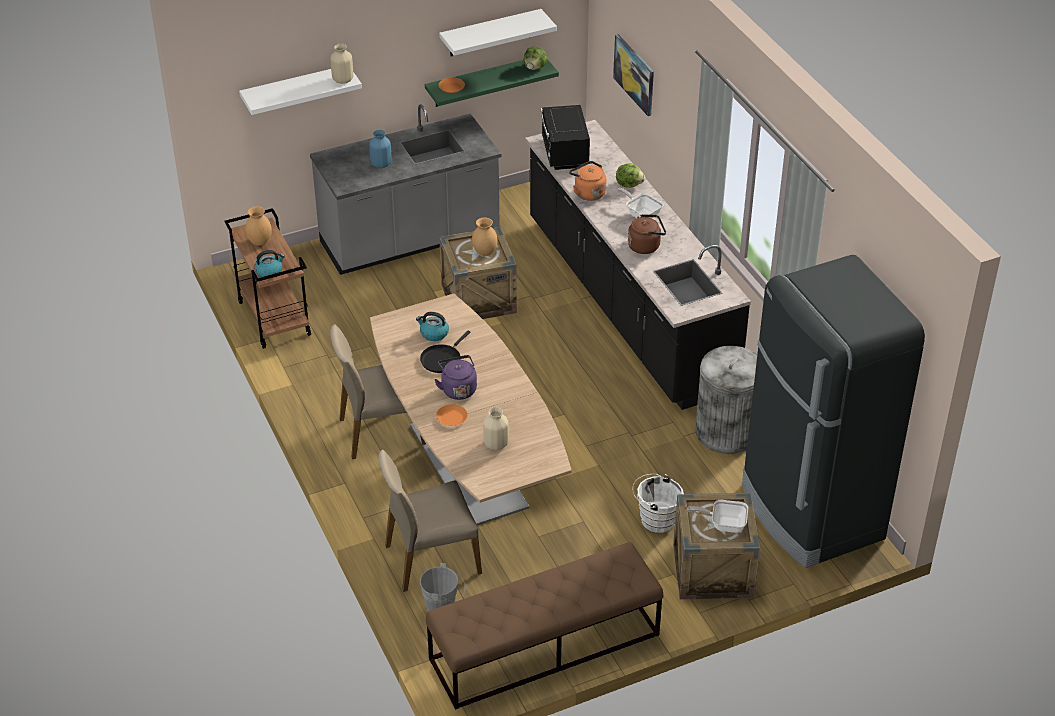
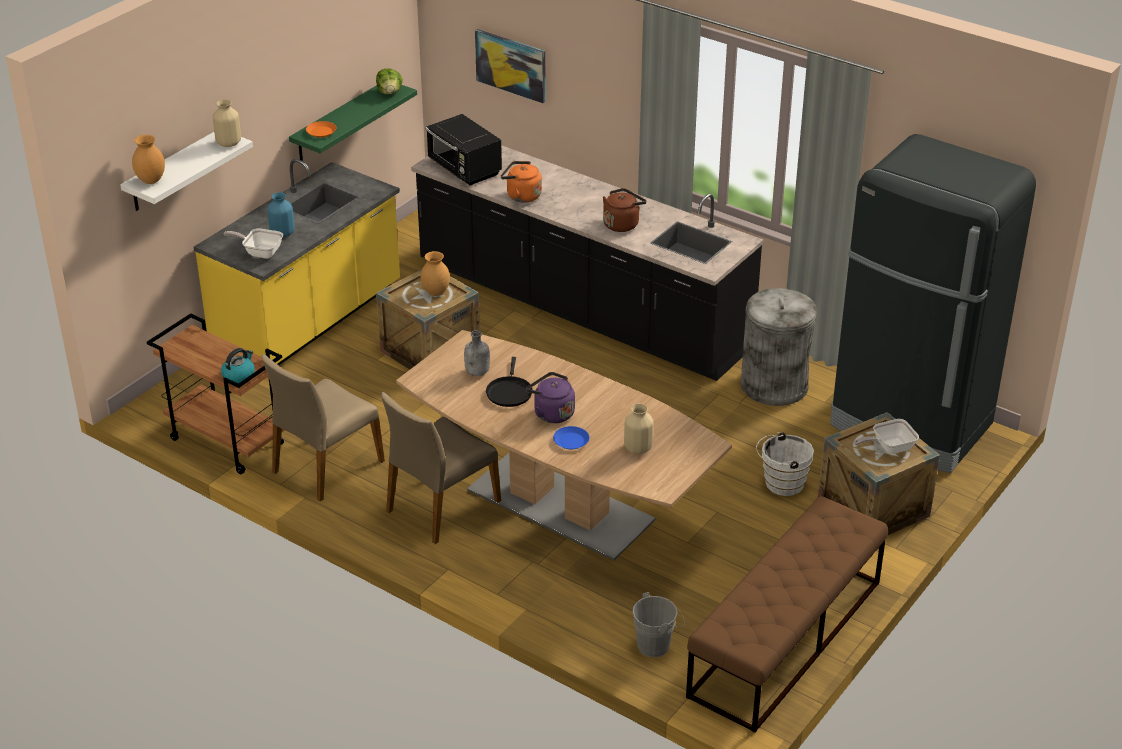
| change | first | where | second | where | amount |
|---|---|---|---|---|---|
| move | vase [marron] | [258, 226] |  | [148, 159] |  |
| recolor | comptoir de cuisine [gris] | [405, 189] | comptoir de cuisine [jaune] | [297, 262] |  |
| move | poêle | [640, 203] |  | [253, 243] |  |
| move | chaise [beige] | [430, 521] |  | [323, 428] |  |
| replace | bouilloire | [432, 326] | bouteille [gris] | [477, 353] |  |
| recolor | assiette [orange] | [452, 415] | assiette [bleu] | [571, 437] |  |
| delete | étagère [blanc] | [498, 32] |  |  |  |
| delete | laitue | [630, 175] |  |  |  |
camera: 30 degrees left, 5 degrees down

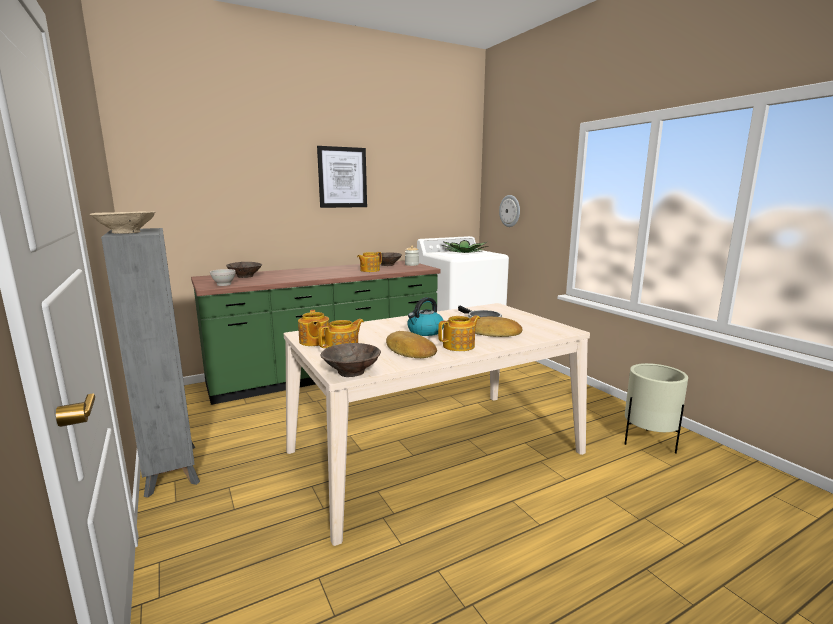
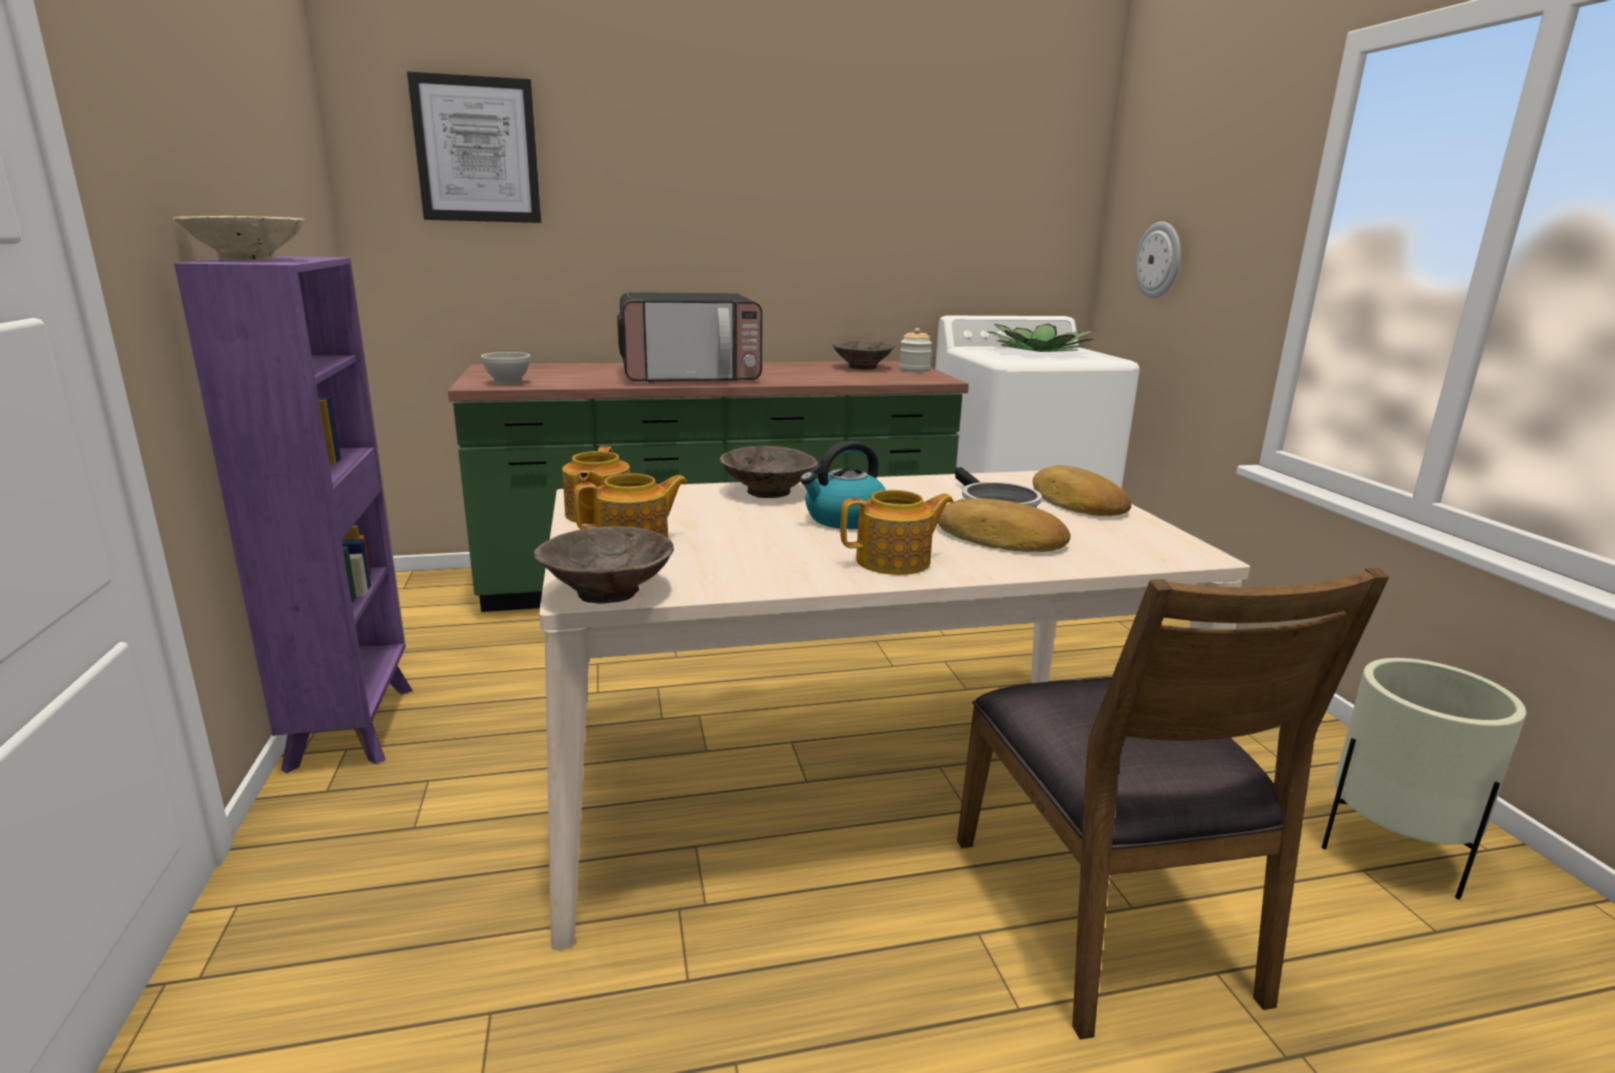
| change | first | where | second | where | amount |
|---|---|---|---|---|---|
| recolor | bibliothèque [gris] | [150, 363] | bibliothèque [violet] | [293, 514] |  |
| move | tableau | [342, 177] |  | [474, 147] |  |
| insert |  |  | micro-ondes | [690, 337] |  |
| move | bol [marron] | [244, 270] |  | [769, 472] |  |
| insert |  |  | chaise [marron] | [1173, 803] |  |
| move | pain | [411, 344] |  | [1082, 490] |  |
| delete | théière | [369, 262] |  |  |  |
camera: 15 degrees right, 5 degrees up

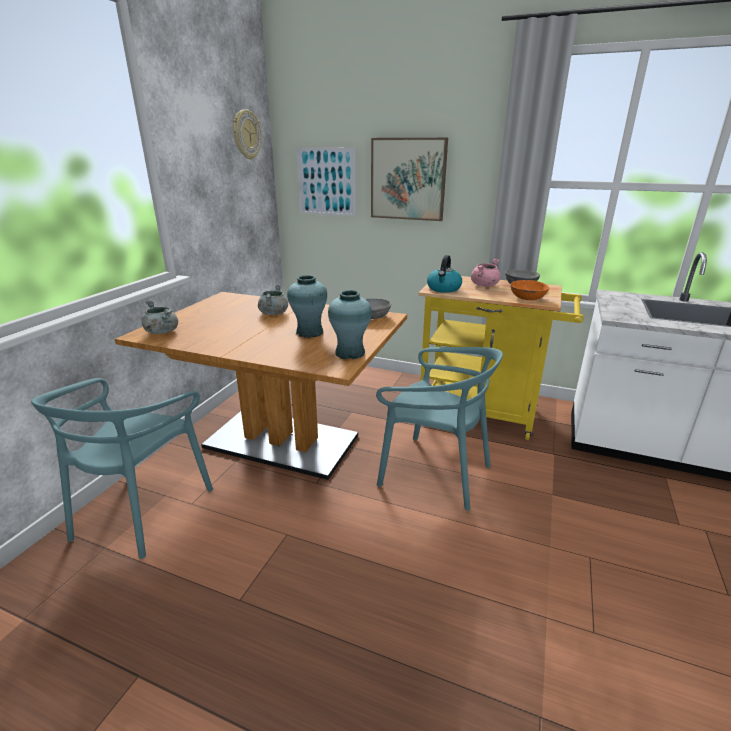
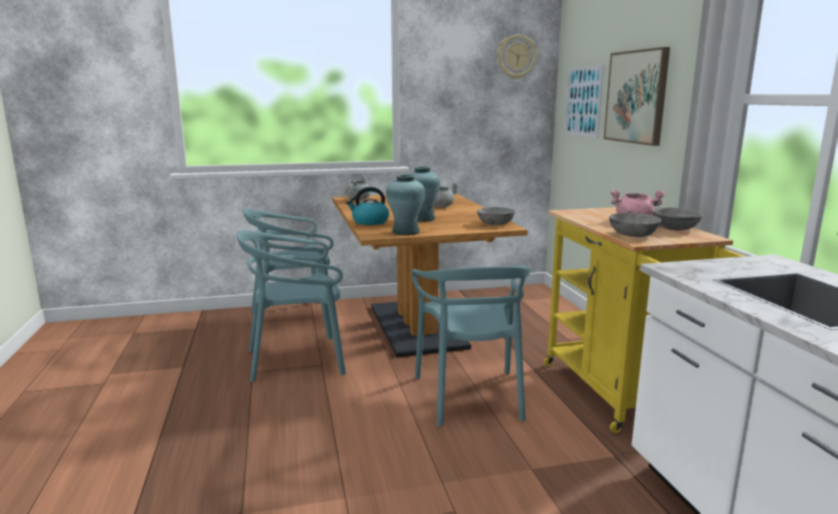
| change | first | where | second | where | amount |
|---|---|---|---|---|---|
| insert |  |  | chaise [turquoise] | [291, 306] |  |
| move | bouilloire | [444, 274] |  | [367, 206] |  |
| recolor | bol [orange] | [530, 290] | bol [gris] | [635, 225] |  |
camera: 55 degrees right, 10 degrees down

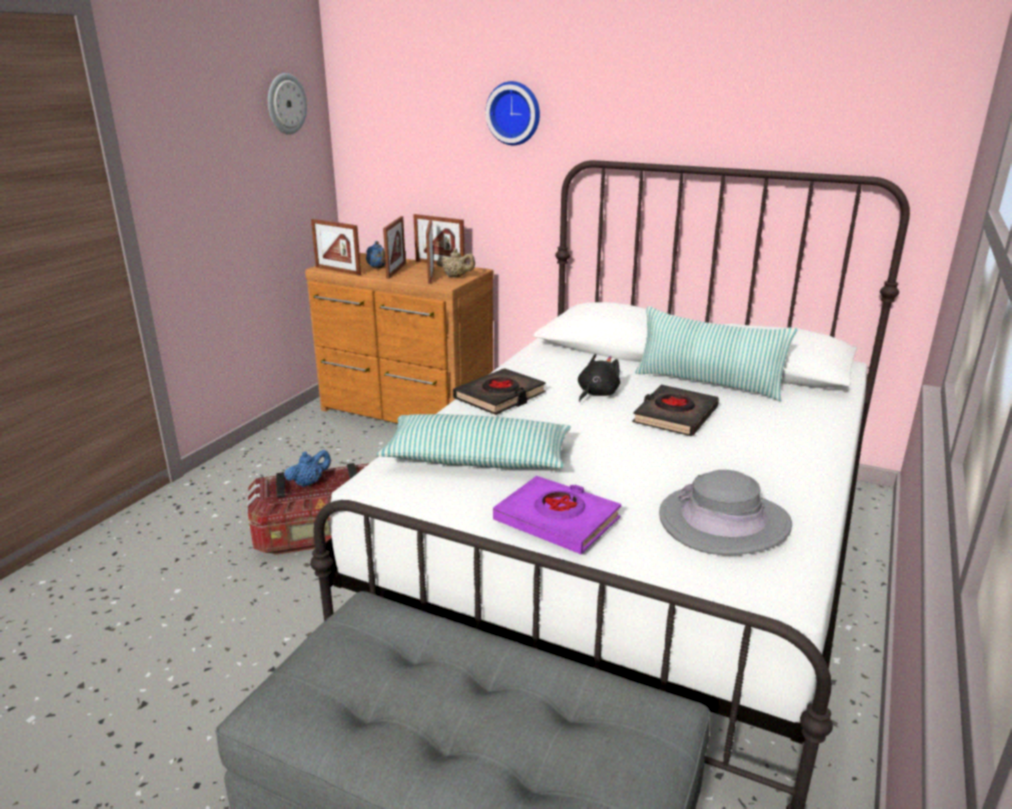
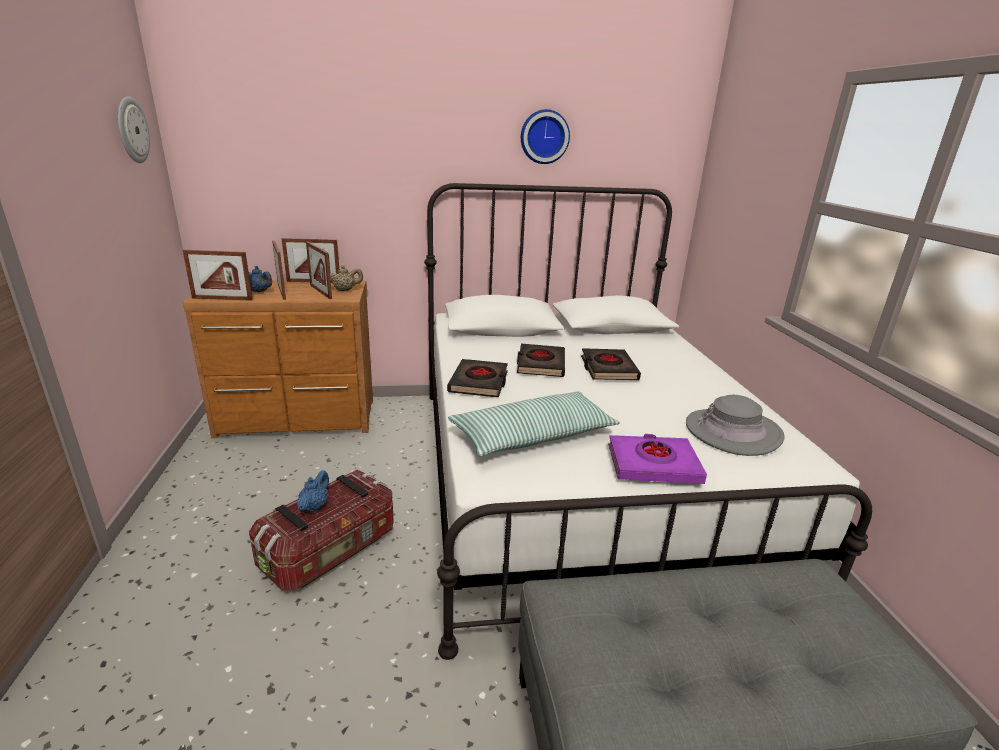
| change | first | where | second | where | amount |
|---|---|---|---|---|---|
| replace | peluche [noir] | [599, 378] | livre [noir] | [541, 360] |  |
| move | horloge murale | [512, 113] |  | [545, 136] |  |
| delete | coussin | [716, 353] |  |  |  |
camera: 35 degrees left, 0 degrees up

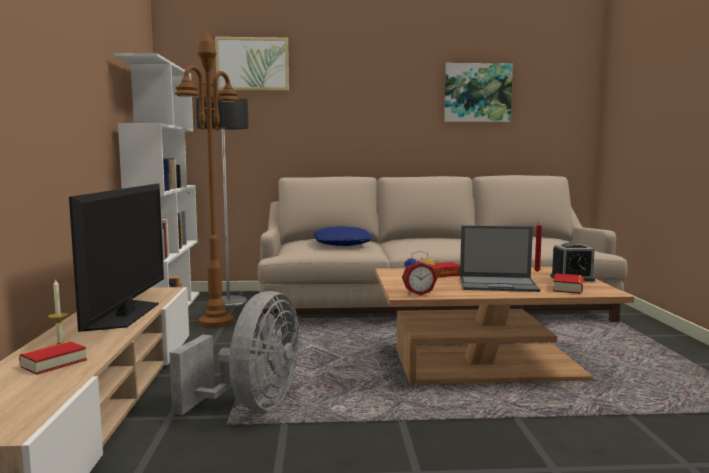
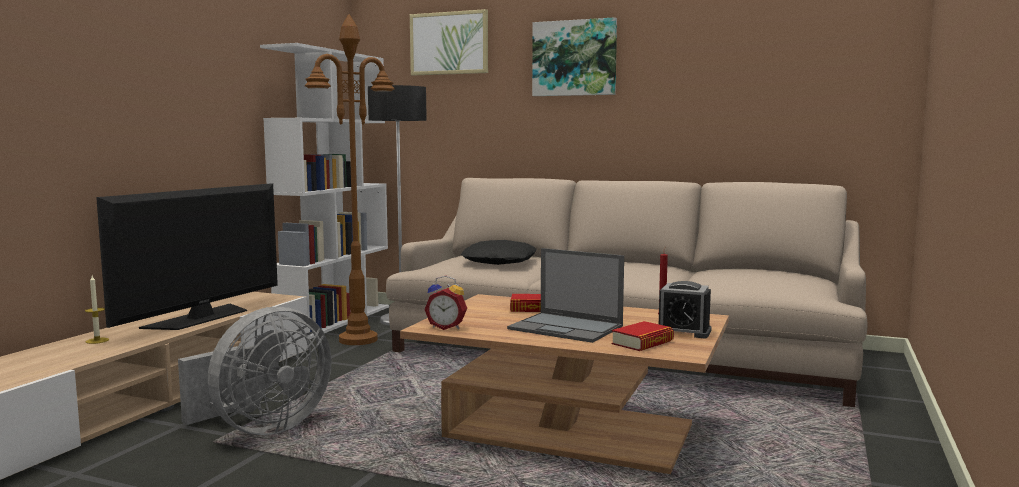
| change | first | where | second | where | amount |
|---|---|---|---|---|---|
| recolor | coussin [bleu] | [342, 236] | coussin [noir] | [499, 252] |  |
| move | tableau | [478, 92] |  | [574, 56] |  |
| delete | livre | [53, 358] |  |  |  |
camera: 25 degrees right, 0 degrees up

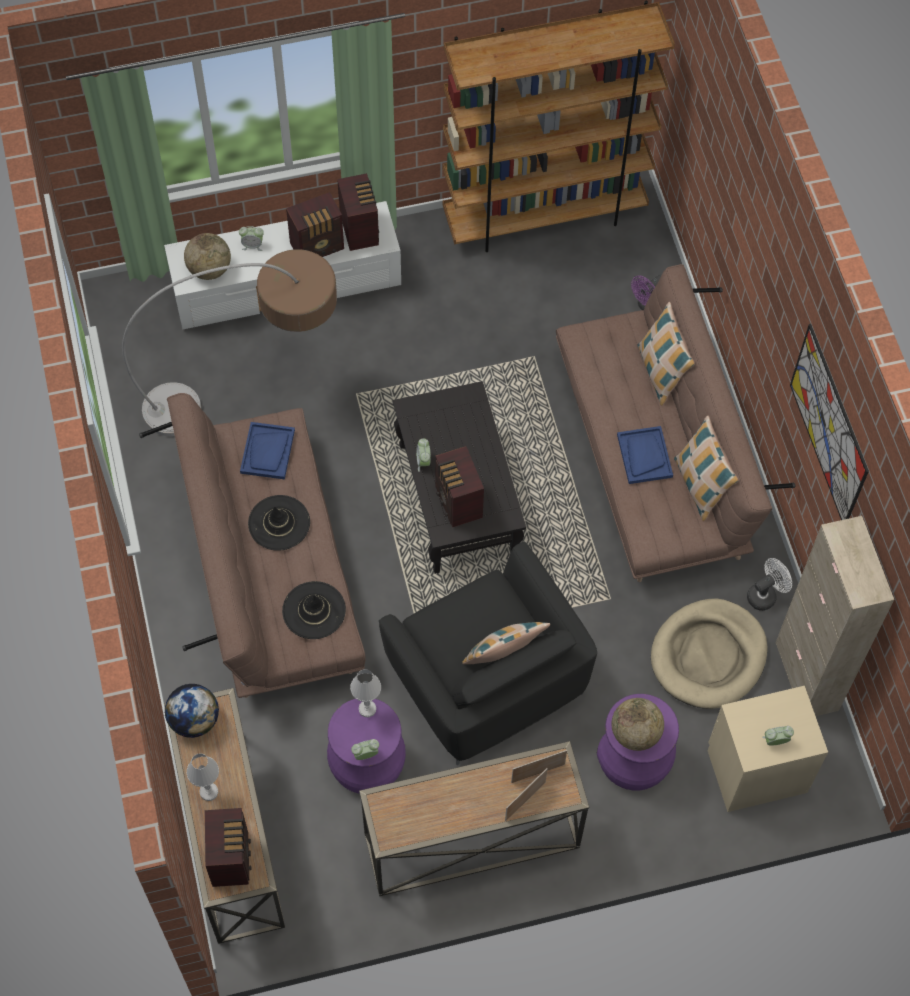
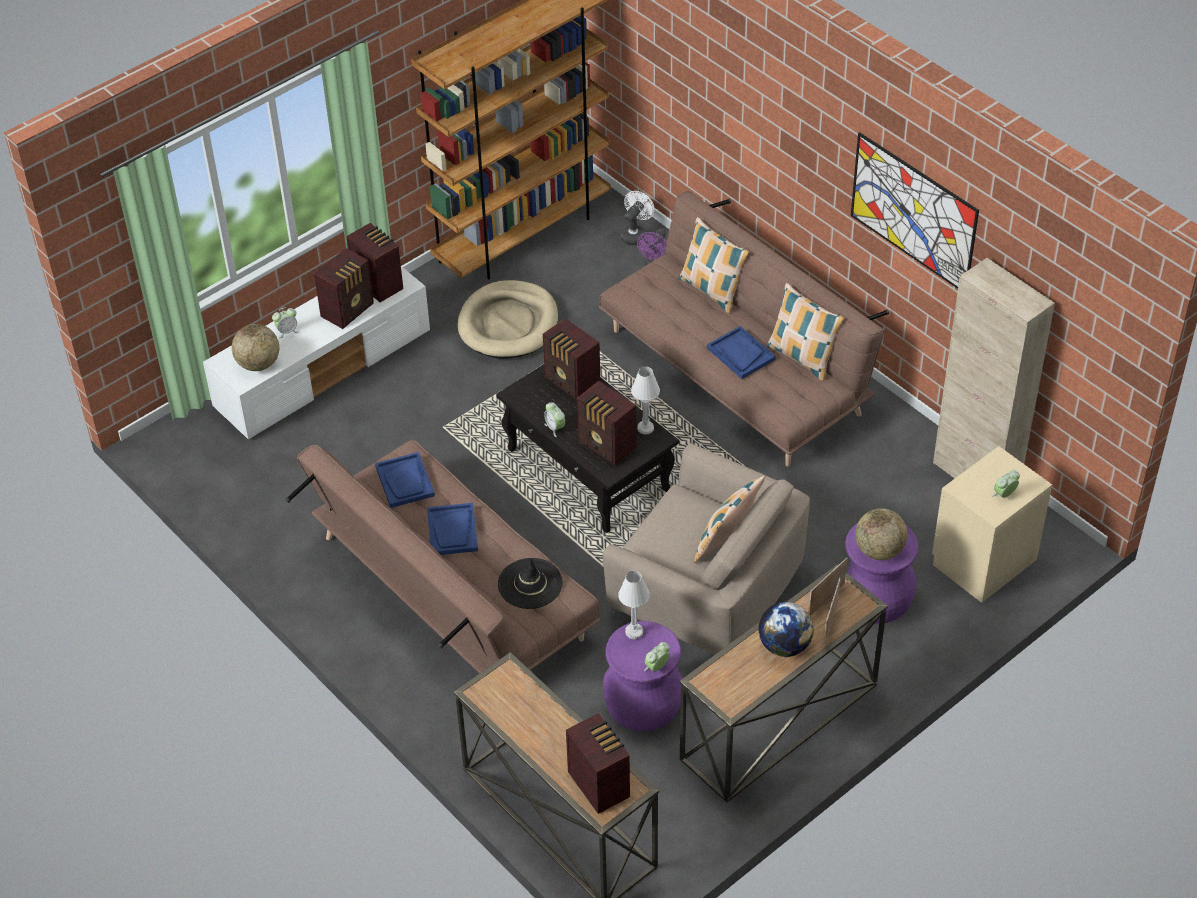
| change | first | where | second | where | amount |
|---|---|---|---|---|---|
| replace | chapeau [noir] | [279, 523] | plateau [bleu] | [452, 529] |  |
| move | panier pour chien [beige] | [709, 654] |  | [507, 319] |  |
| insert |  |  | radio | [571, 359] |  |
| recolor | fauteuil [noir] | [488, 653] | fauteuil [beige] | [706, 549] |  |
| move | ventilateur [blanc] | [769, 584] |  | [637, 218] |  |
| move | lampe de table [blanc] | [203, 777] |  | [645, 401] |  |
| move | globe | [192, 711] |  | [786, 629] |  |
| delete | lampadaire | [229, 342] |  |  |  |
camera: 25 degrees left, 15 degrees down

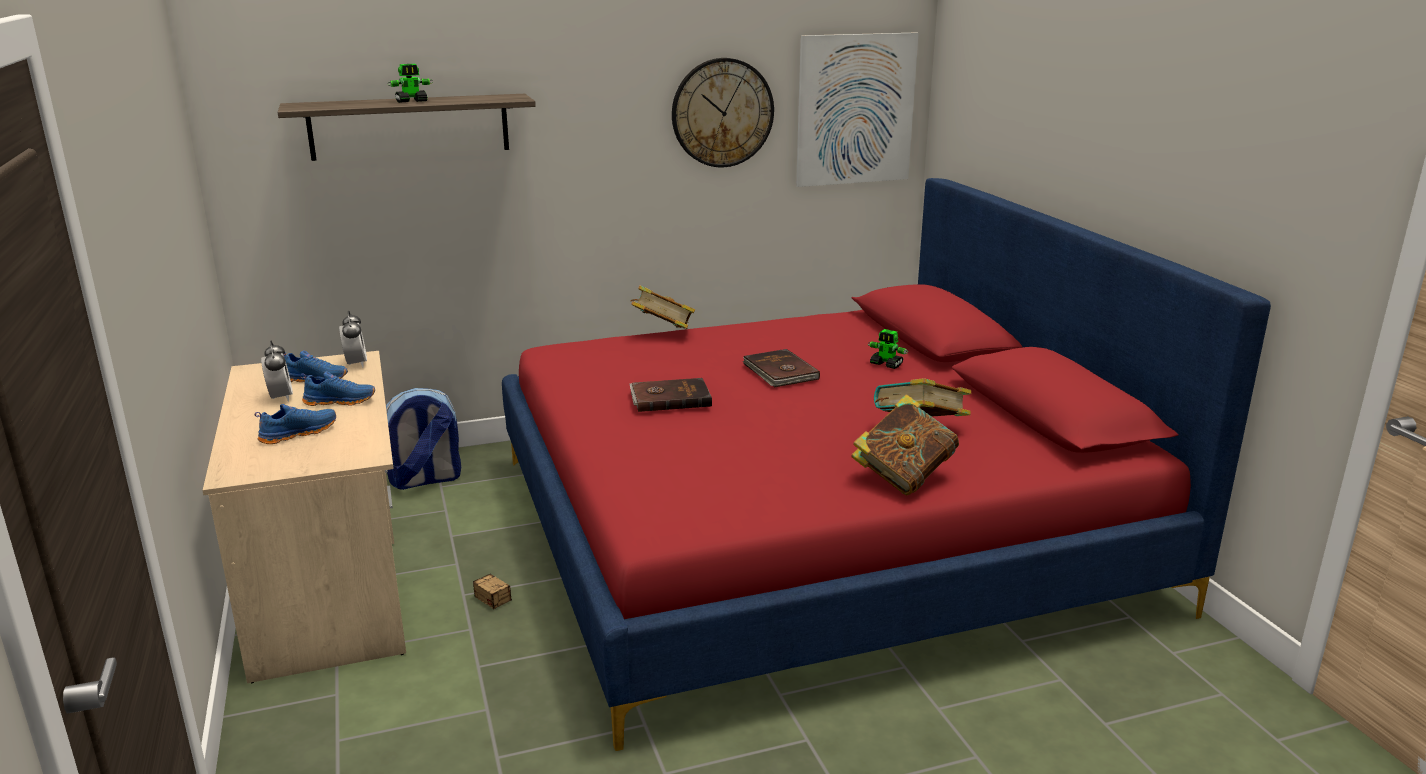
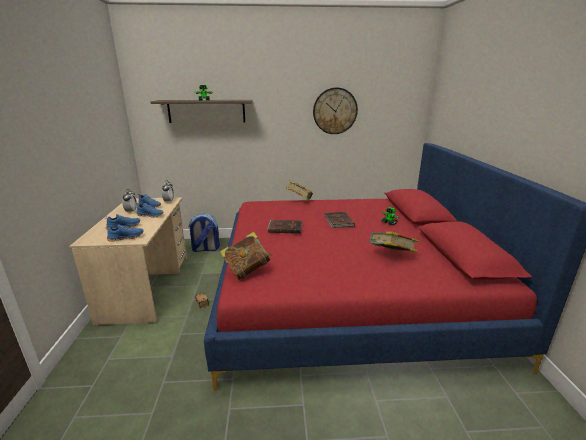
| change | first | where | second | where | amount |
|---|---|---|---|---|---|
| insert |  |  | chaussure [bleu] | [124, 233] |  |
| move | livre | [905, 444] |  | [246, 256] |  |
| delete | tableau | [857, 109] |  |  |  |
camera: 15 degrees right, 0 degrees up

